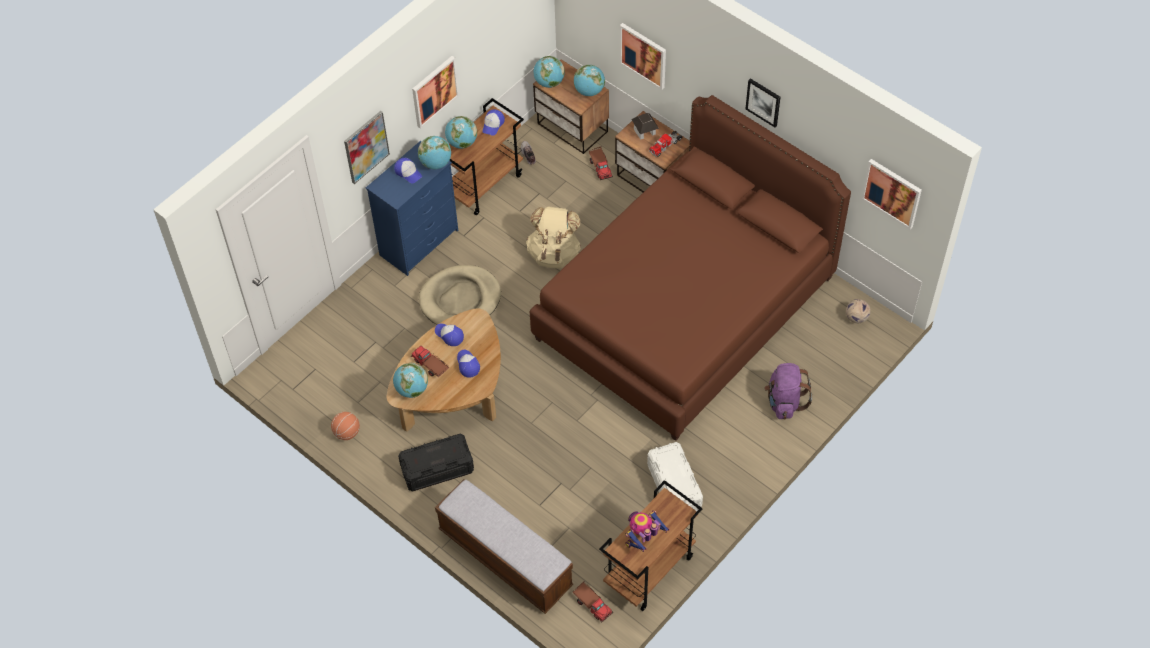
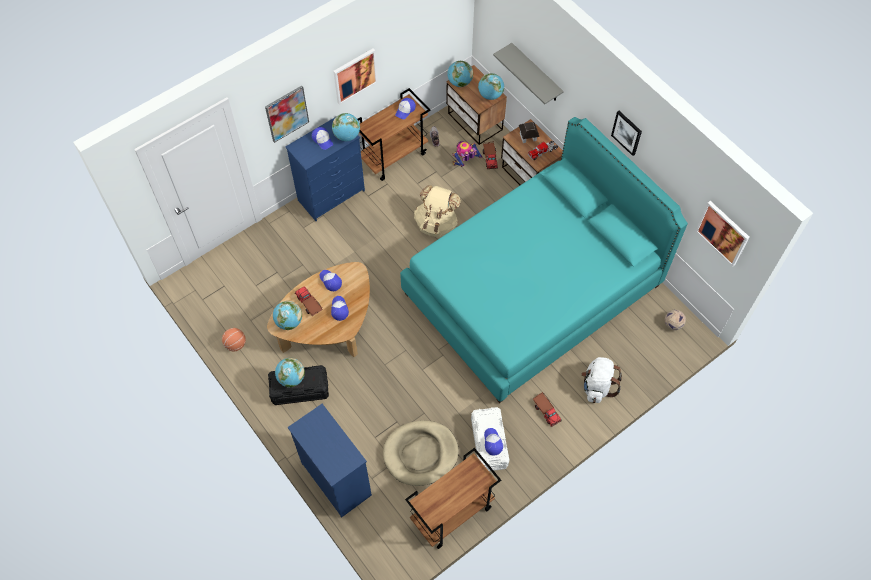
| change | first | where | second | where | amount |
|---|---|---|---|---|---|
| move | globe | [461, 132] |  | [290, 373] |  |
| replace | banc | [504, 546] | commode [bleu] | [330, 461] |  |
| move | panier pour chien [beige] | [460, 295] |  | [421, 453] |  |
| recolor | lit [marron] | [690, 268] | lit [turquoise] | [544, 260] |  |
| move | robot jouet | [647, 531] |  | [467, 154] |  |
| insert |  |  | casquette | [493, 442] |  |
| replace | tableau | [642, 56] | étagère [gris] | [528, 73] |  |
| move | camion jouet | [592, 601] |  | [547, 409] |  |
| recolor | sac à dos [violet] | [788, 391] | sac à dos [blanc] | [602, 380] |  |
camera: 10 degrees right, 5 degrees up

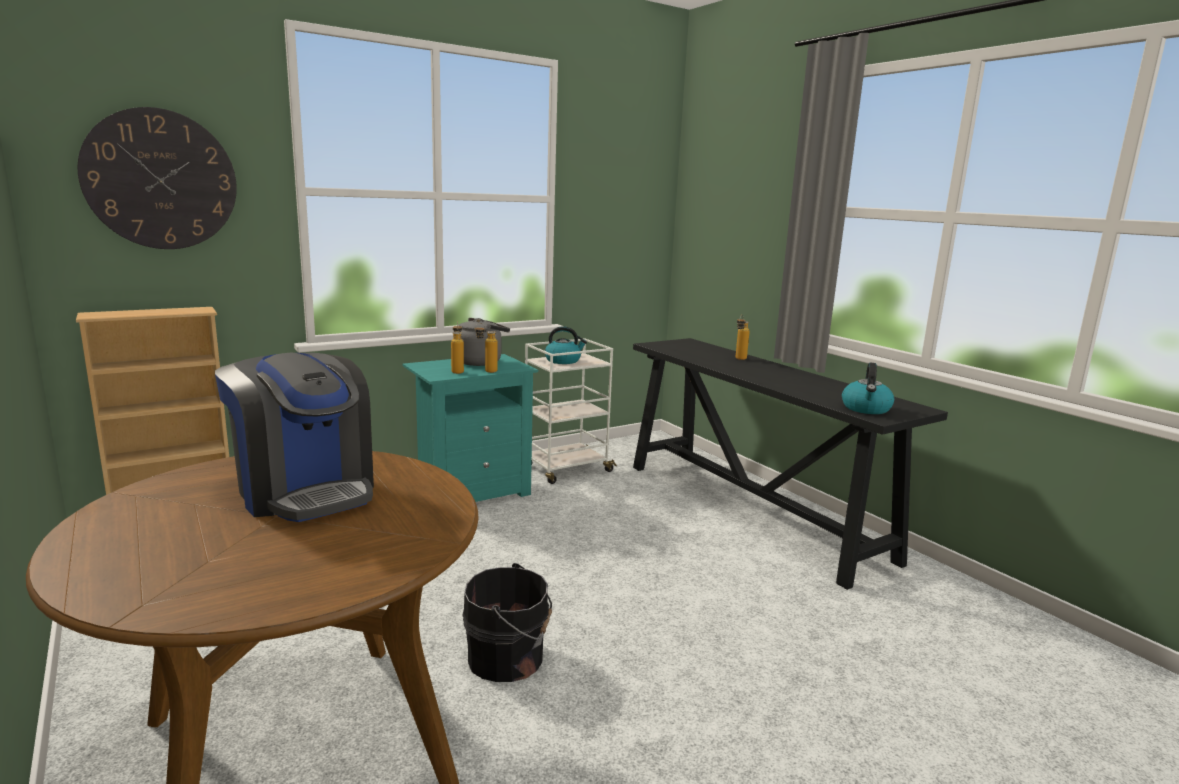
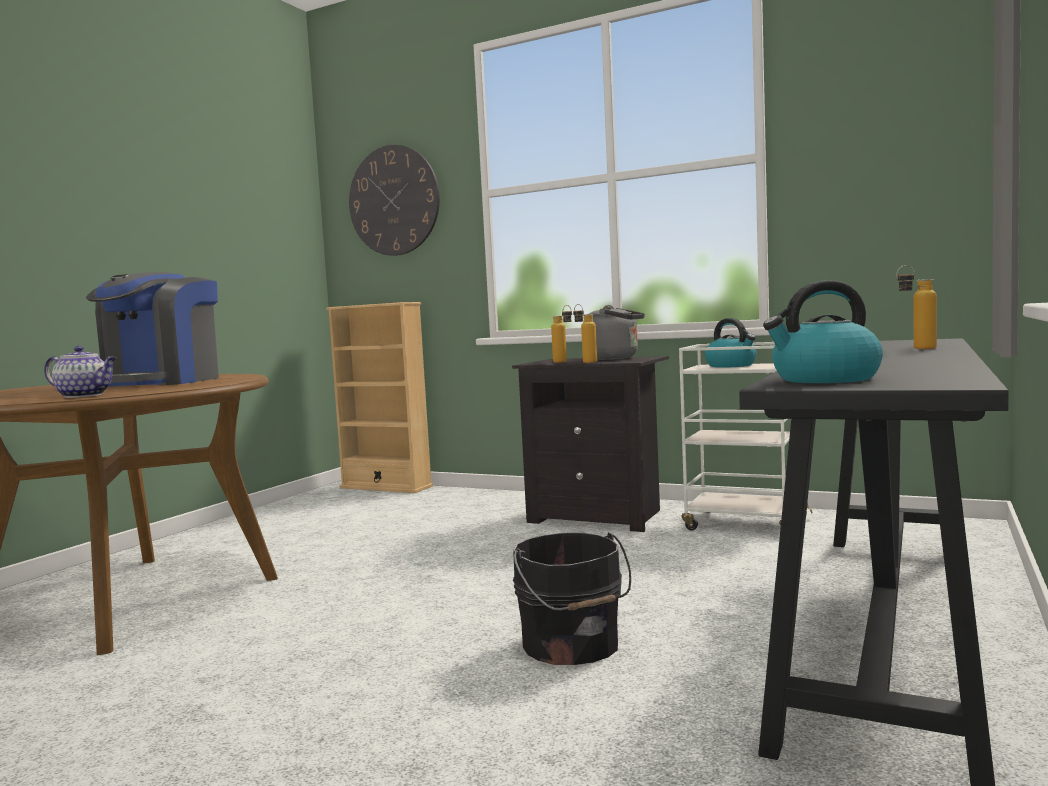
| change | first | where | second | where | amount |
|---|---|---|---|---|---|
| insert |  |  | théière | [80, 372] |  |
| recolor | table de chevet [turquoise] | [470, 428] | table de chevet [noir] | [590, 444] |  |
| move | seau [noir] | [507, 622] |  | [572, 598] |  |
camera: 60 degrees right, 10 degrees down

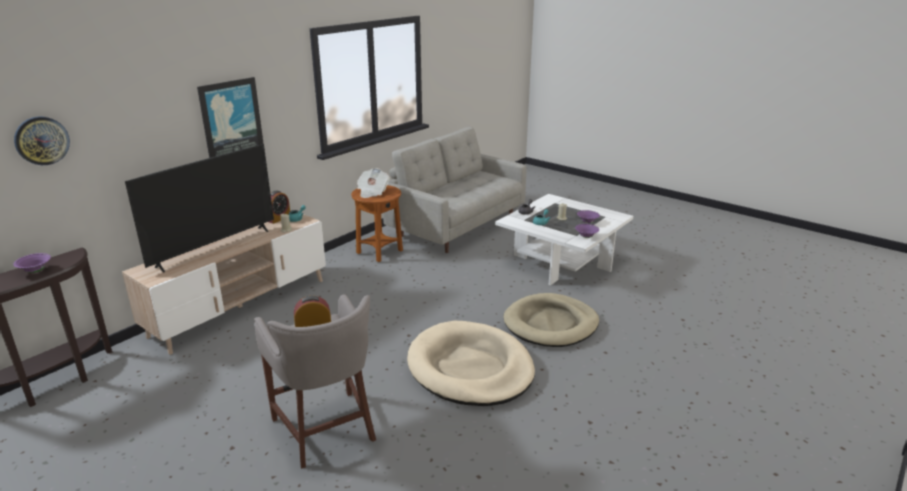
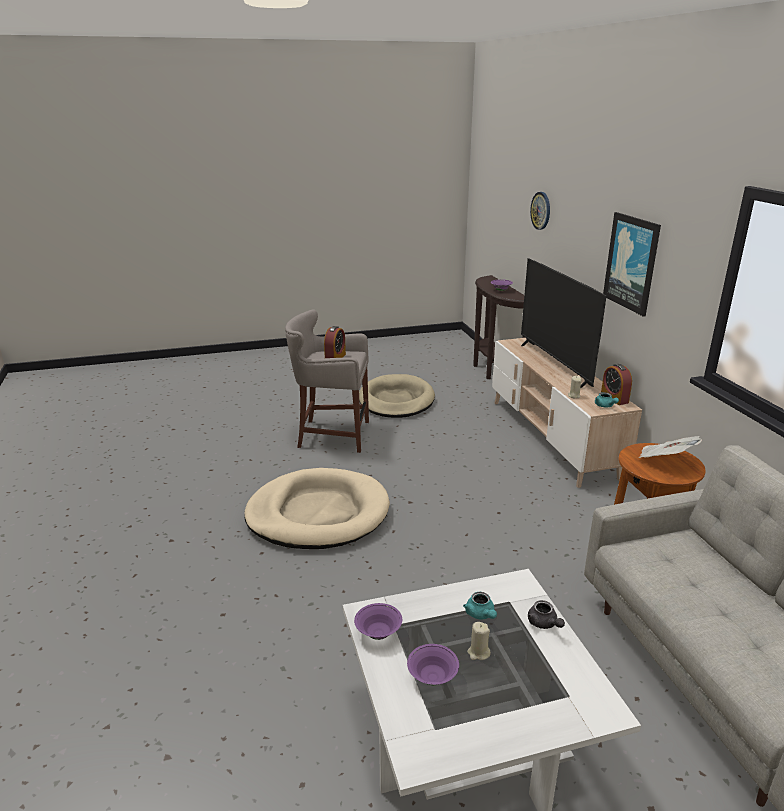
| change | first | where | second | where | amount |
|---|---|---|---|---|---|
| move | panier pour chien [beige] | [551, 320] |  | [397, 396] |  |
camera: 125 degrees right, 0 degrees up

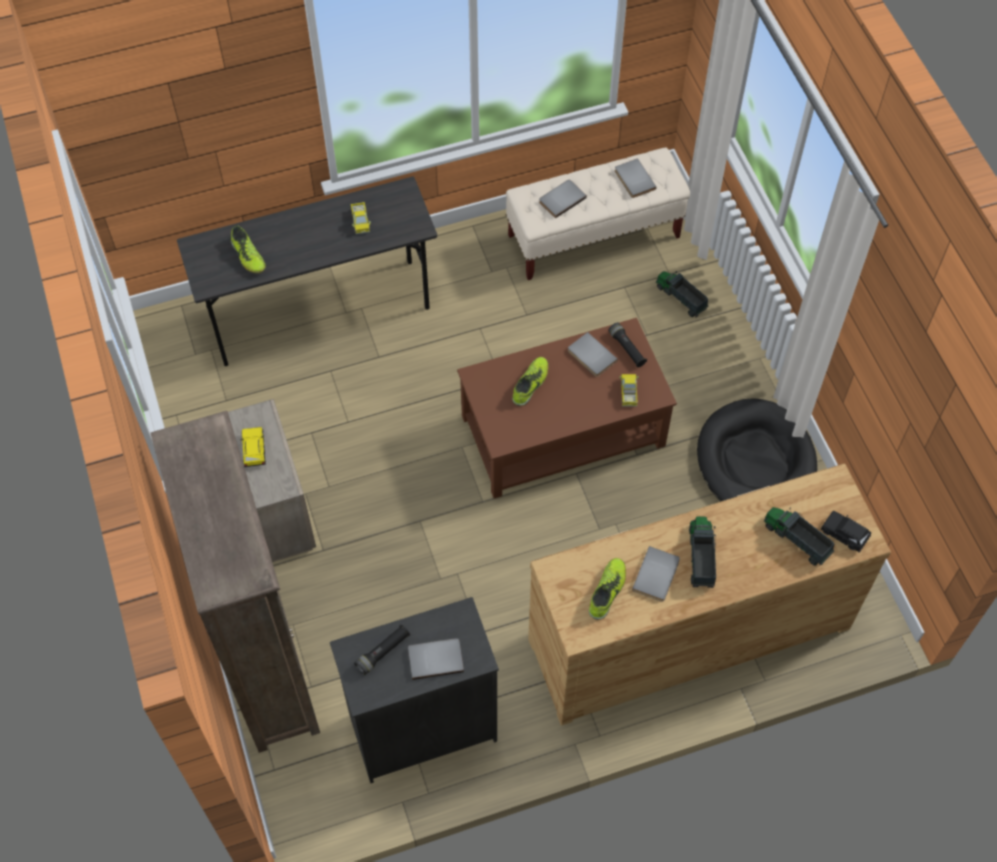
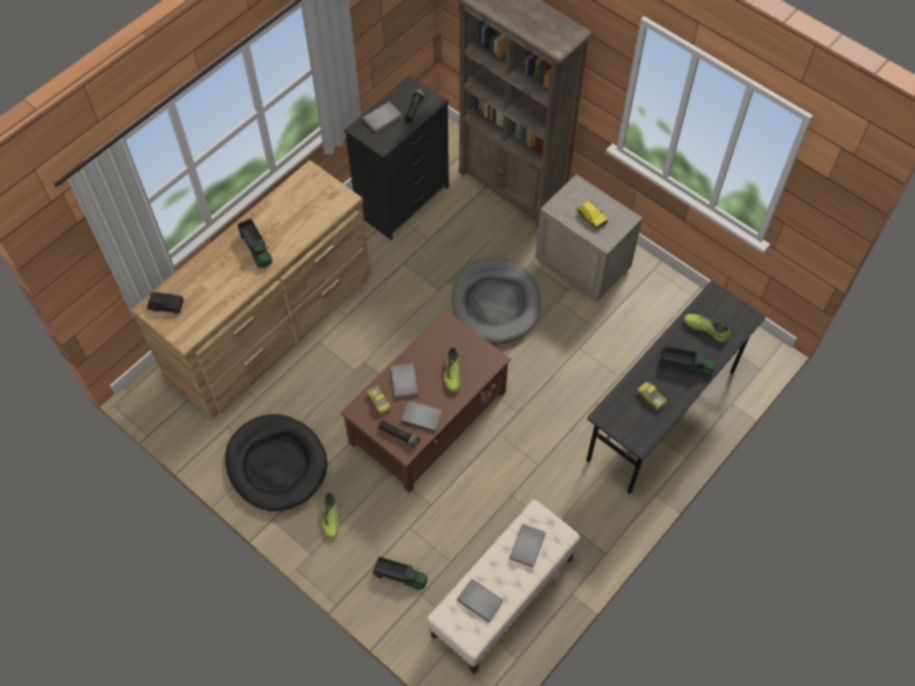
| change | first | where | second | where | amount |
|---|---|---|---|---|---|
| move | chaussure | [607, 589] |  | [330, 515] |  |
| move | livre [gris] | [656, 574] |  | [404, 380] |  |
| insert |  |  | panier pour chien [gris] | [496, 300] |  |
| move | camion jouet | [799, 537] |  | [687, 361] |  |
camera: 150 degrees right, 0 degrees up

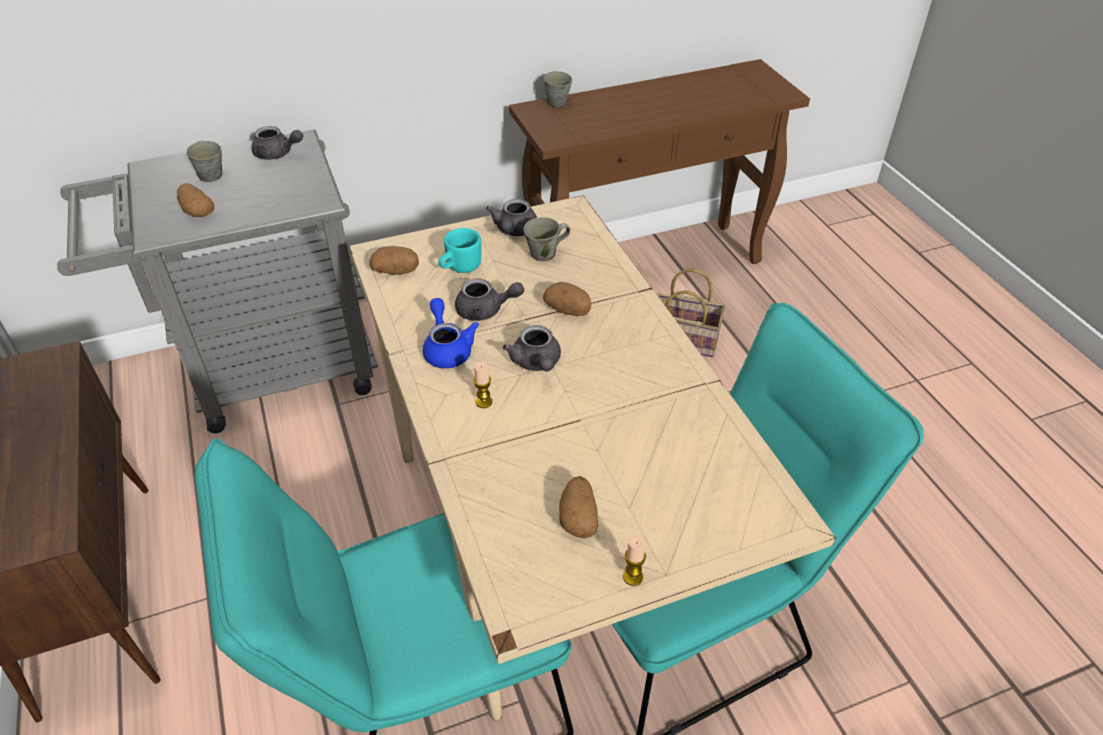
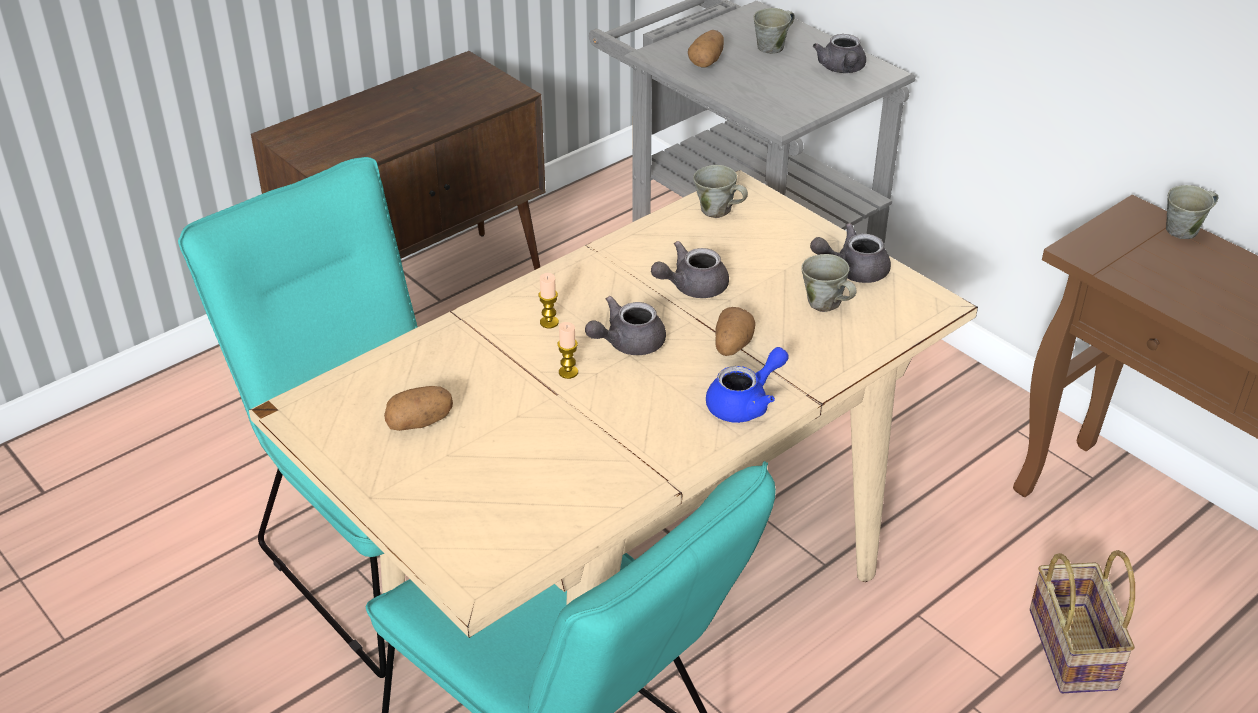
| change | first | where | second | where | amount |
|---|---|---|---|---|---|
| move | bougie | [634, 561] |  | [567, 350] |  |
| rotate | théière [gris] | [489, 299] |  | [690, 269] | 75 degrees clockwise |
| replace | pomme de terre | [394, 260] | mug [gris] | [720, 191] |  |
| move | théière [bleu] | [451, 333] |  | [747, 385] |  |
| delete | mug [turquoise] | [460, 250] |  |  |  |
camera: 70 degrees right, 5 degrees down

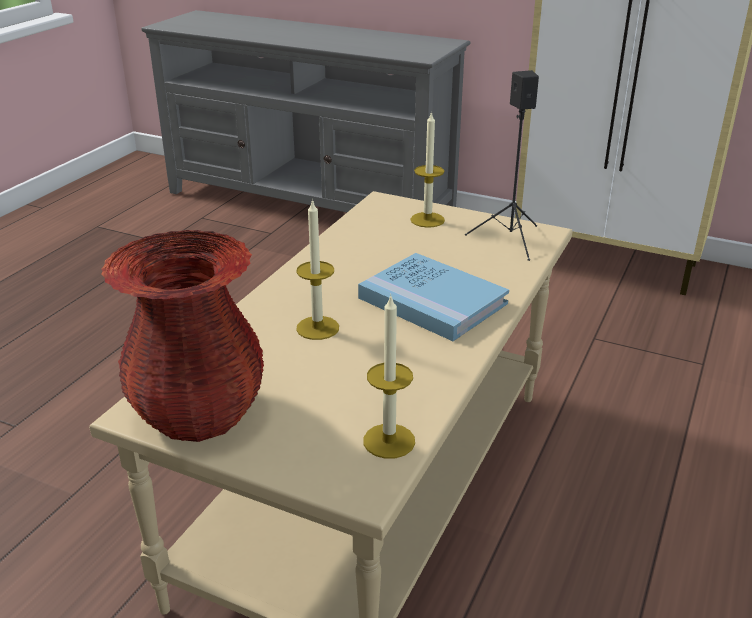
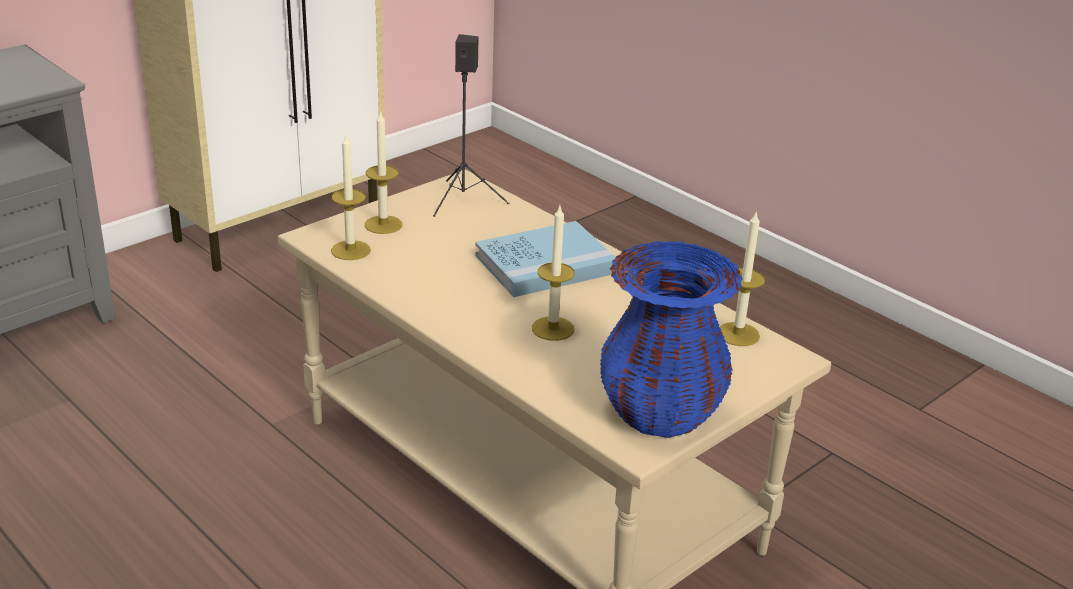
| change | first | where | second | where | amount |
|---|---|---|---|---|---|
| insert |  |  | bougie | [351, 197] |  |
| recolor | vase [rouge] | [182, 336] | vase [bleu] | [671, 339] |  |
camera: 70 degrees left, 0 degrees up

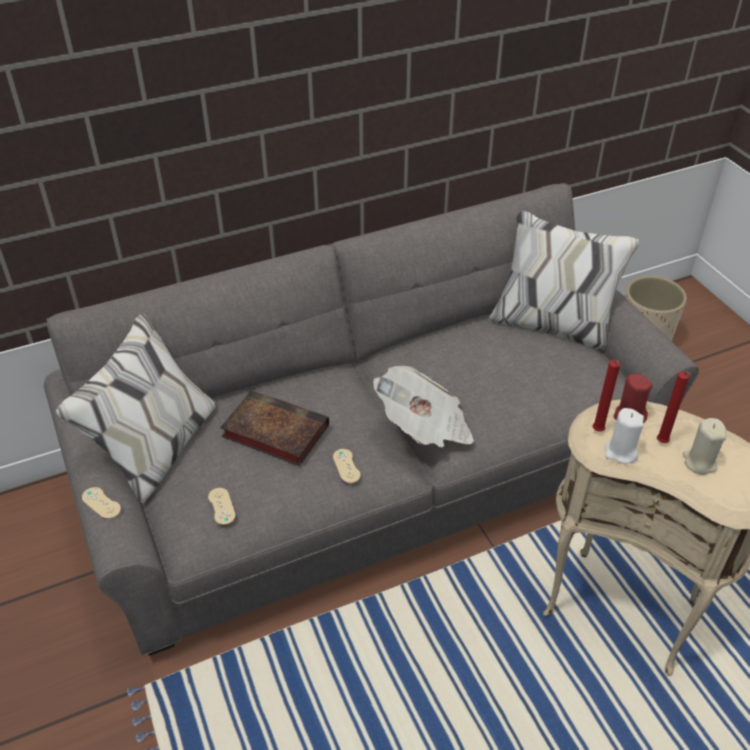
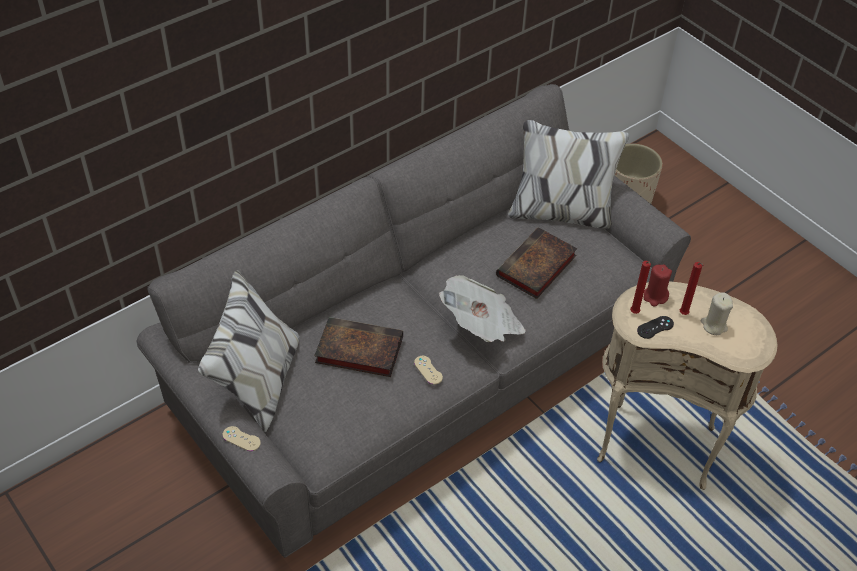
| change | first | where | second | where | amount |
|---|---|---|---|---|---|
| insert |  |  | livre | [536, 263] |  |
| replace | bougie [blanc] | [624, 436] | manette [noir] | [655, 327] |  |
| delete | manette [beige] | [222, 506] |  |  |  |
camera: 15 degrees left, 5 degrees up

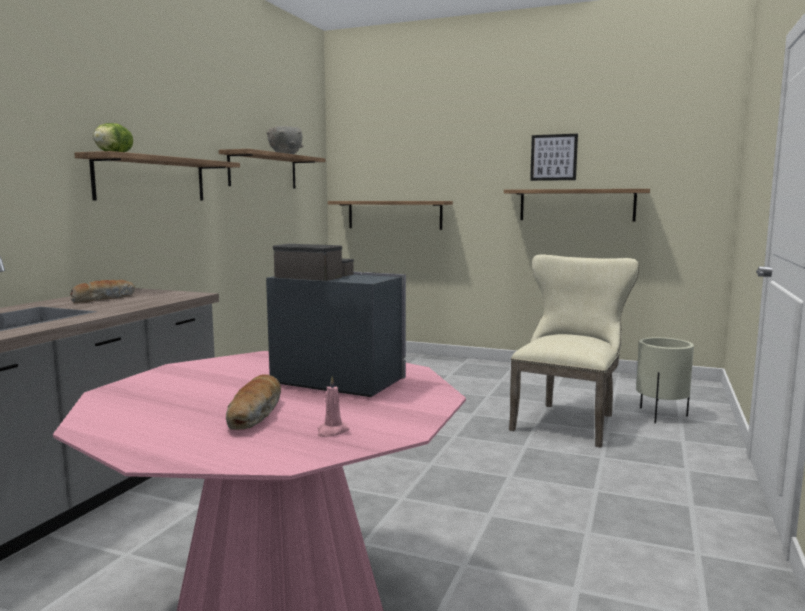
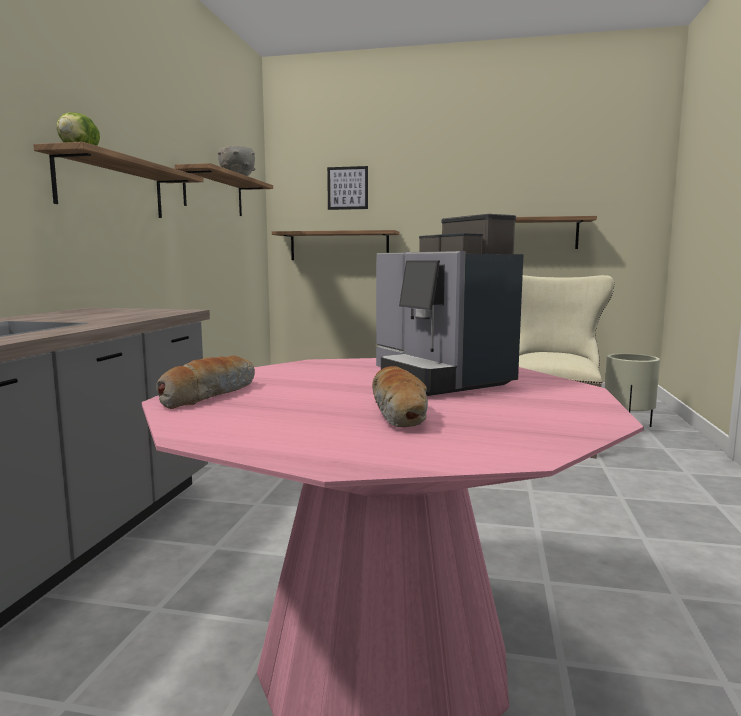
| change | first | where | second | where | amount |
|---|---|---|---|---|---|
| move | pain | [102, 291] |  | [205, 382] |  |
| move | tableau | [554, 157] |  | [347, 188] |  |
| rotate | machine à café | [336, 320] |  | [450, 305] | 135 degrees counterclockwise |
| delete | bougie [rose] | [333, 406] |  |  |  |
camera: 10 degrees left, 0 degrees up

